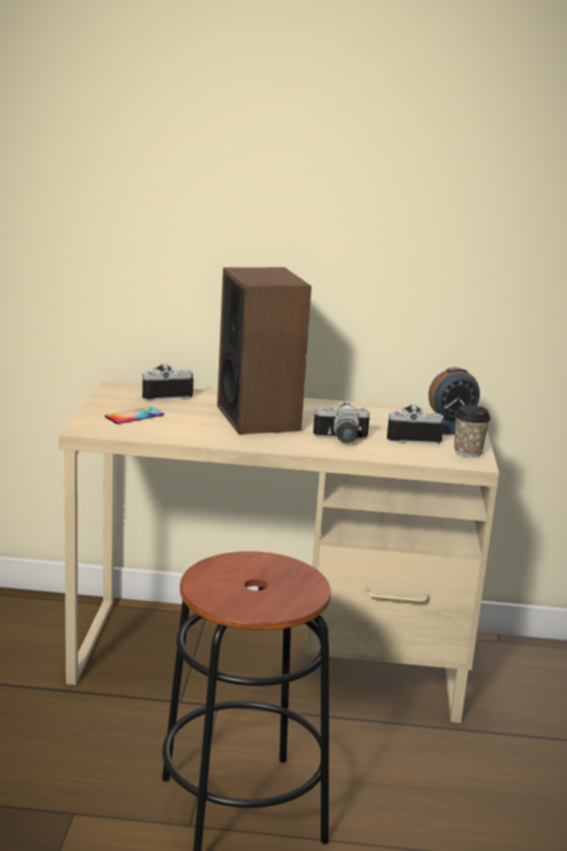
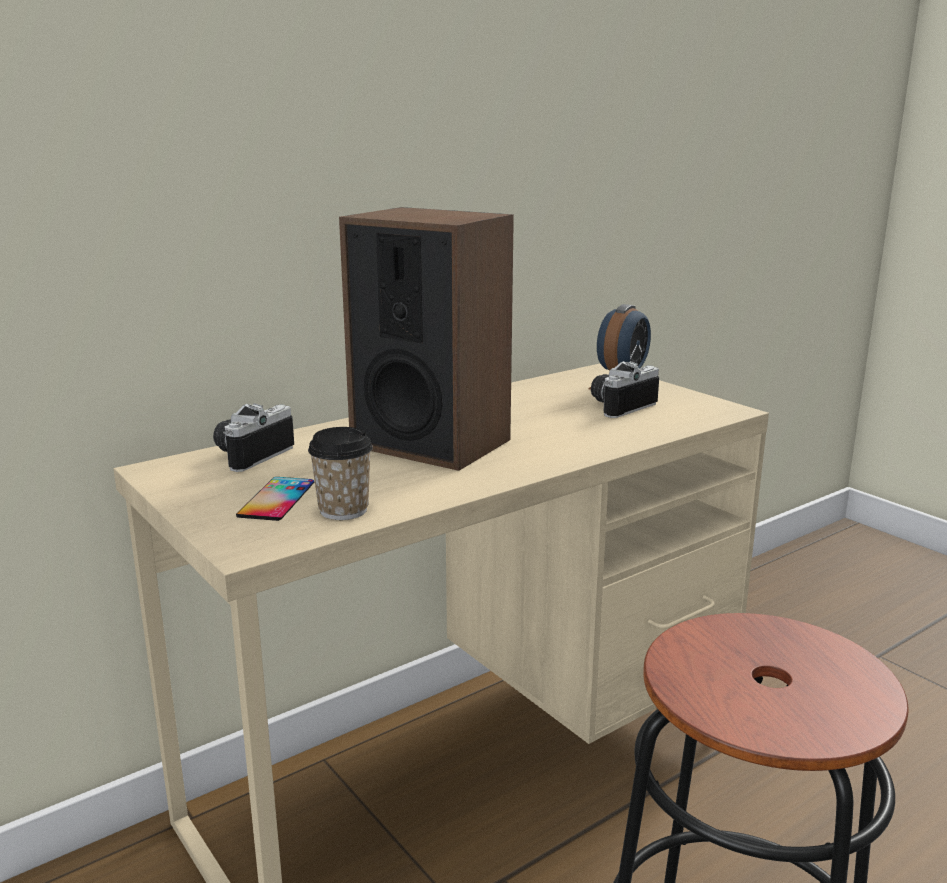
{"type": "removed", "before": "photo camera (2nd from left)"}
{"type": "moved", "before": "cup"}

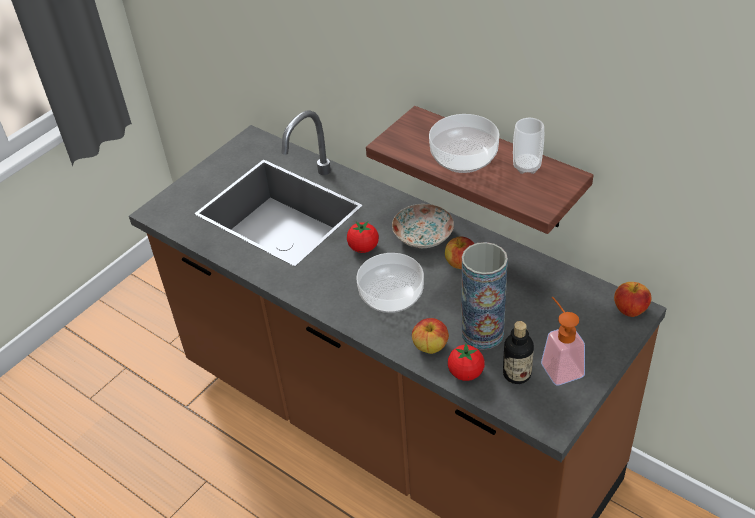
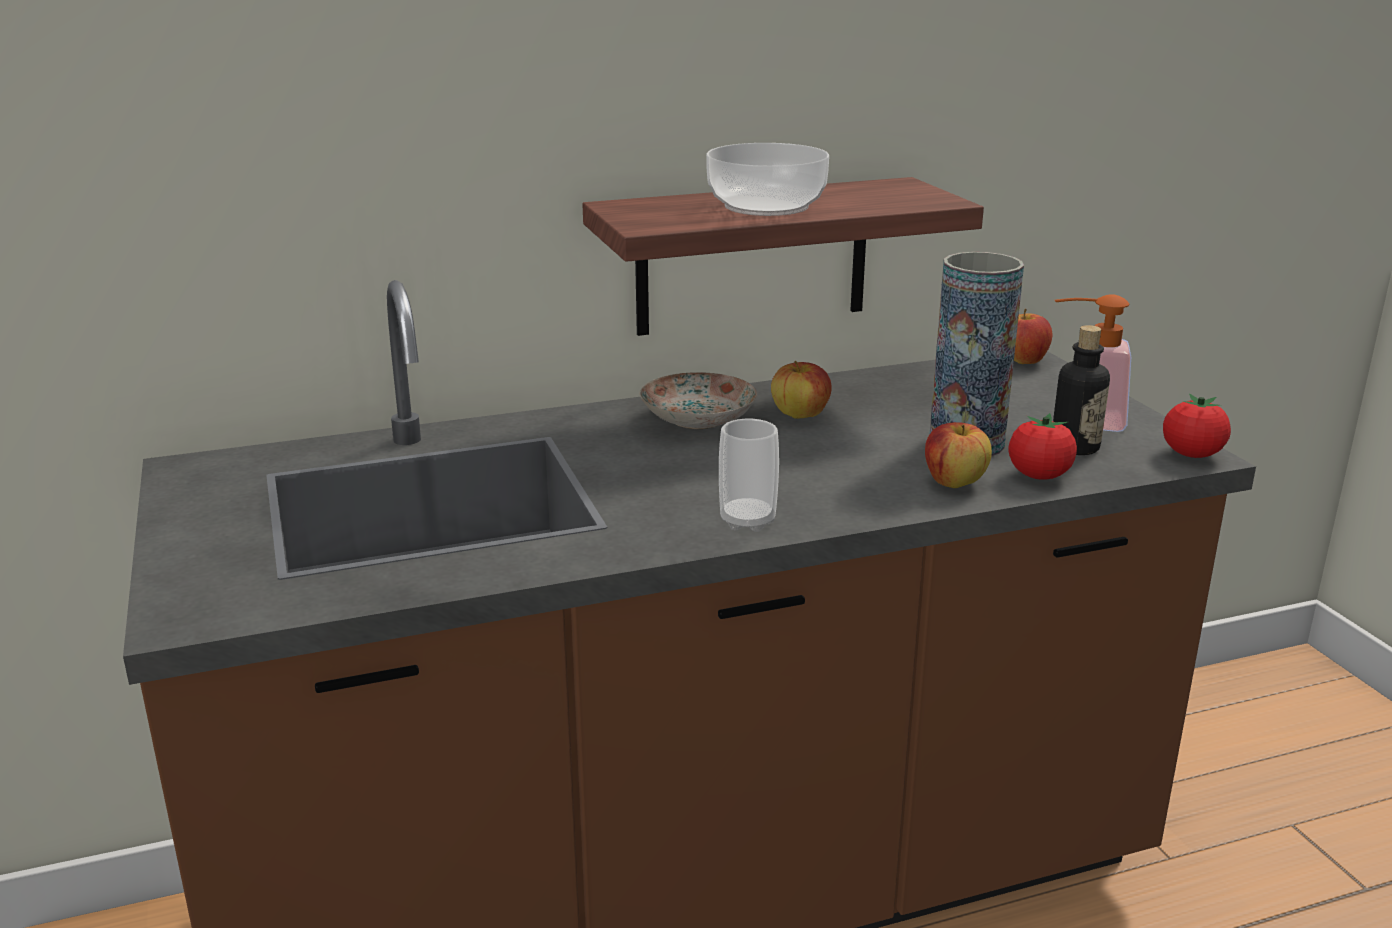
{"type": "moved", "before": "cup"}
{"type": "moved", "before": "tomato (1st from left in the first image)", "after": "tomato (2nd from left)"}
{"type": "removed", "before": "bowl (1st from left)"}

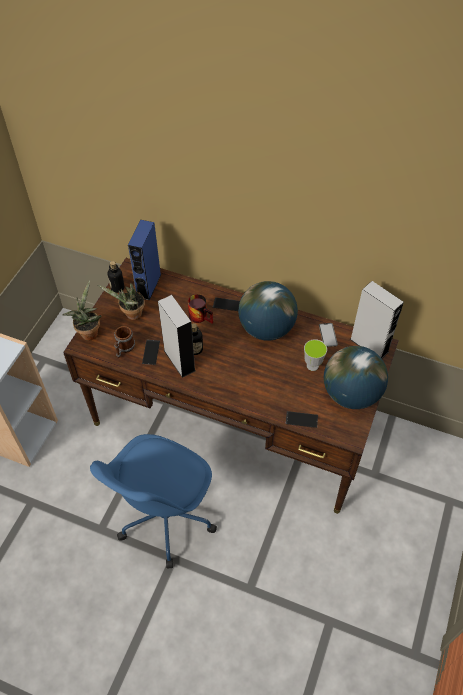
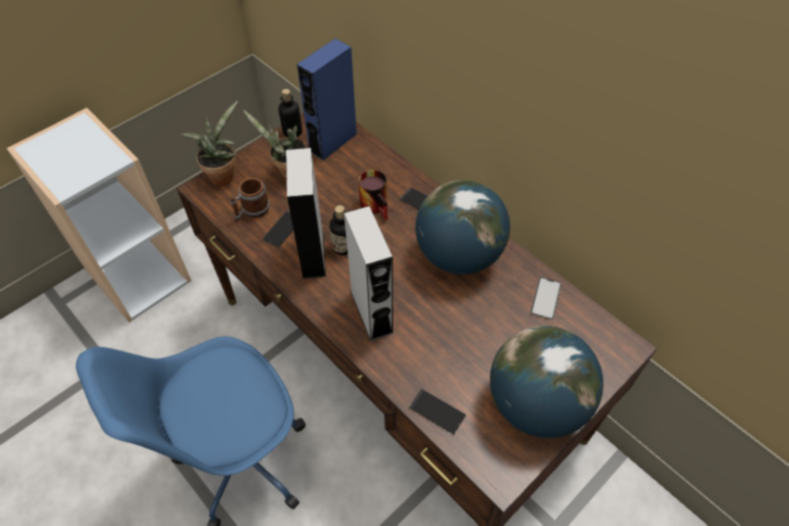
{"type": "moved", "before": "speaker (grey) (2nd from left)"}
{"type": "removed", "before": "cup"}

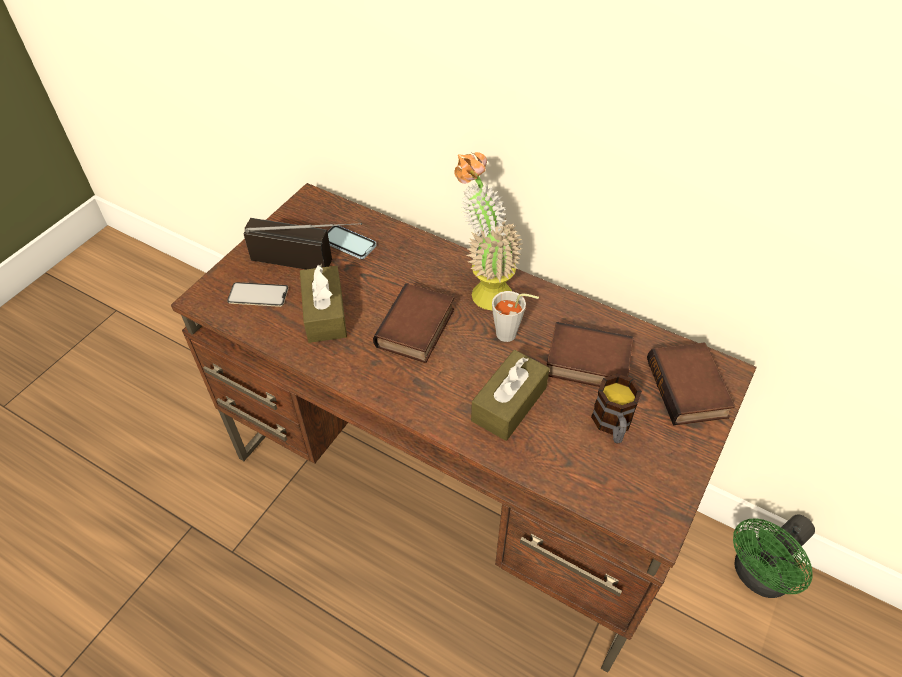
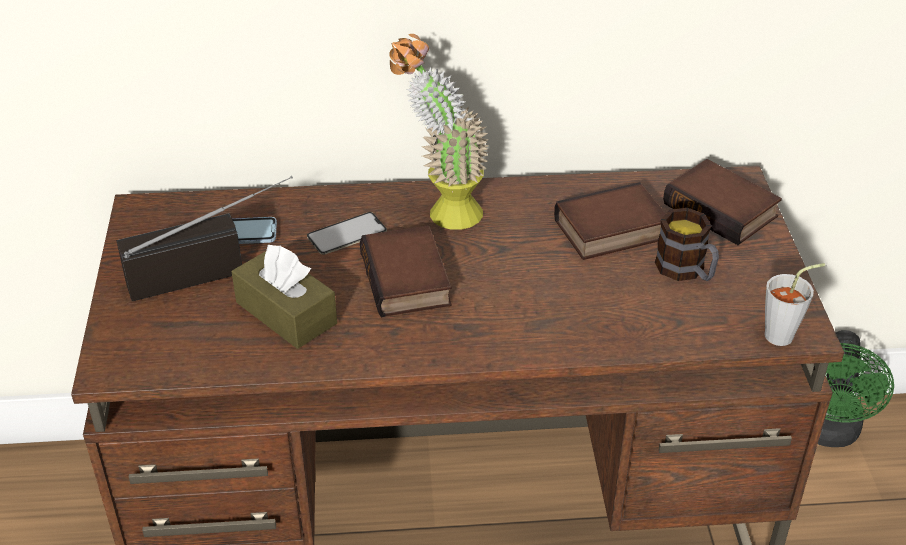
{"type": "moved", "before": "phone (1st from left in the first image)", "after": "phone (2nd from left)"}
{"type": "moved", "before": "cup (grey)"}
{"type": "removed", "before": "tissue box (brown) (2nd from left)"}

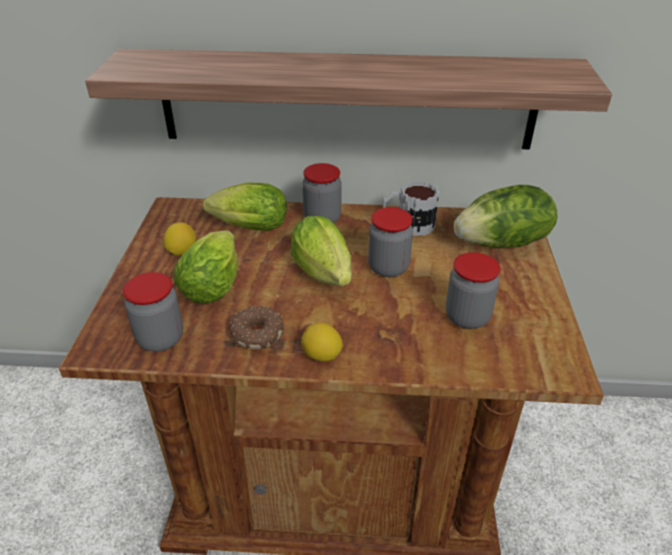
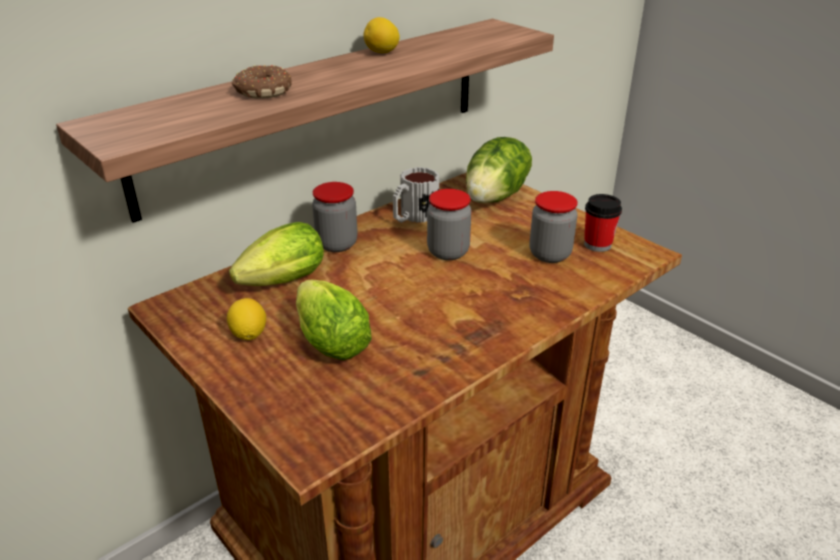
{"type": "removed", "before": "lettuce (3rd from left)"}
{"type": "removed", "before": "jar (1st from left)"}
{"type": "moved", "before": "donut"}
{"type": "moved", "before": "lemon (2nd from left)"}
{"type": "added", "after": "cup"}

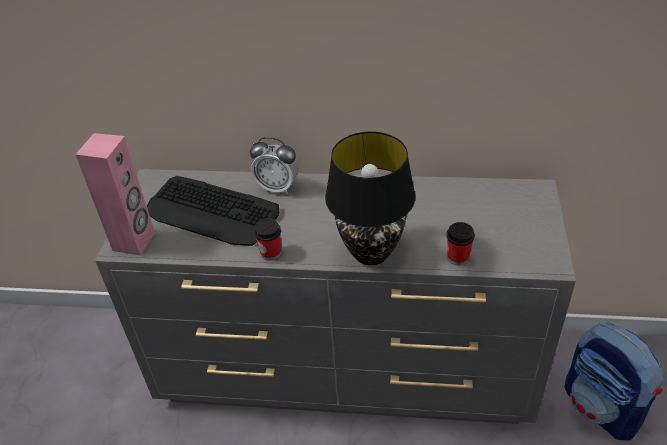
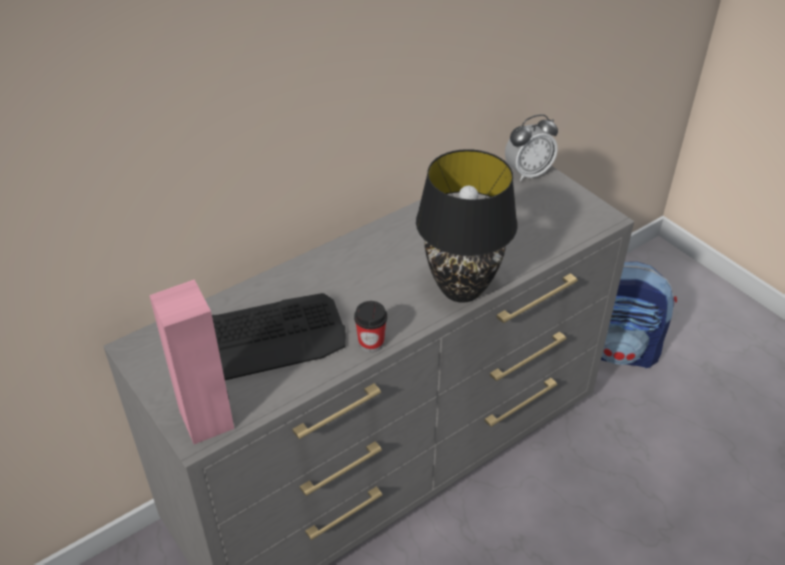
{"type": "moved", "before": "alarm clock"}
{"type": "removed", "before": "cup (2nd from left)"}

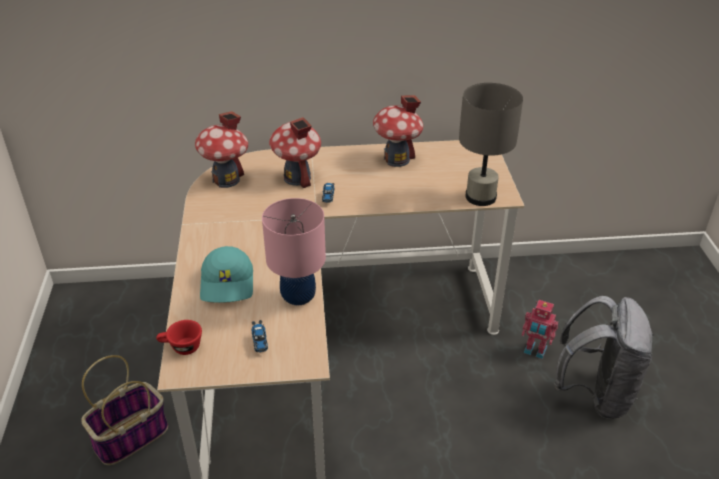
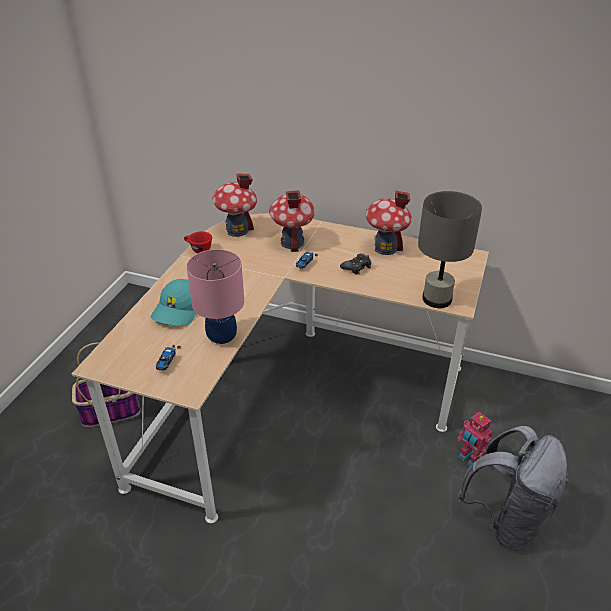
{"type": "moved", "before": "cup (red)"}
{"type": "added", "after": "game controller (black)"}

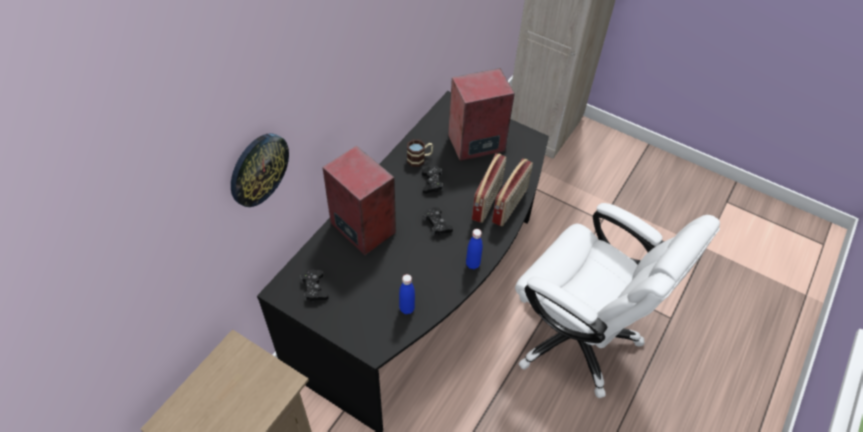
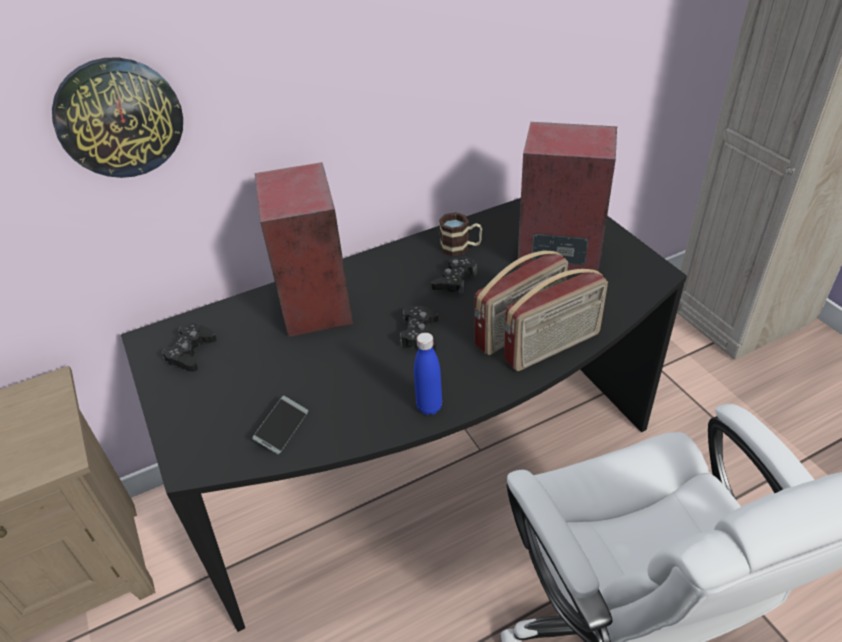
{"type": "replaced", "before": "bottle (blue) (1st from left)", "after": "phone"}

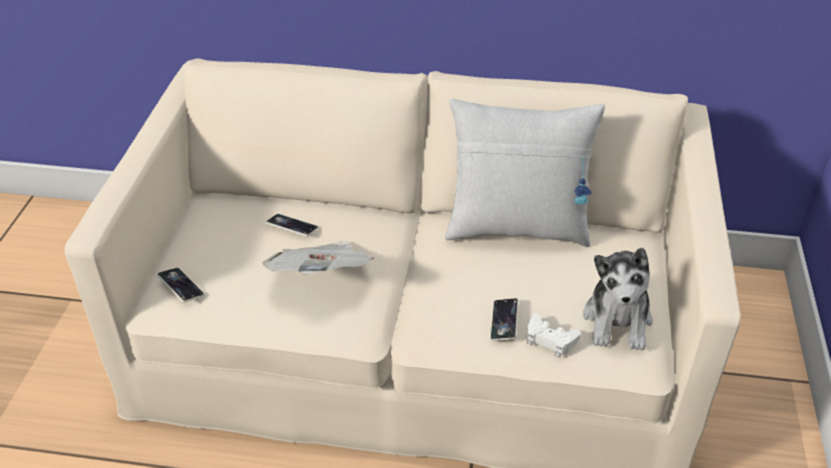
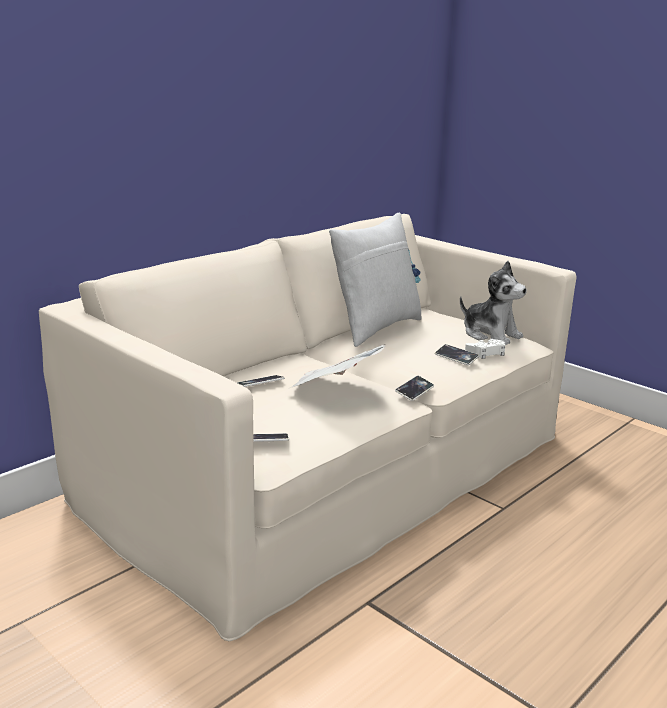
{"type": "added", "after": "phone (3rd from left)"}

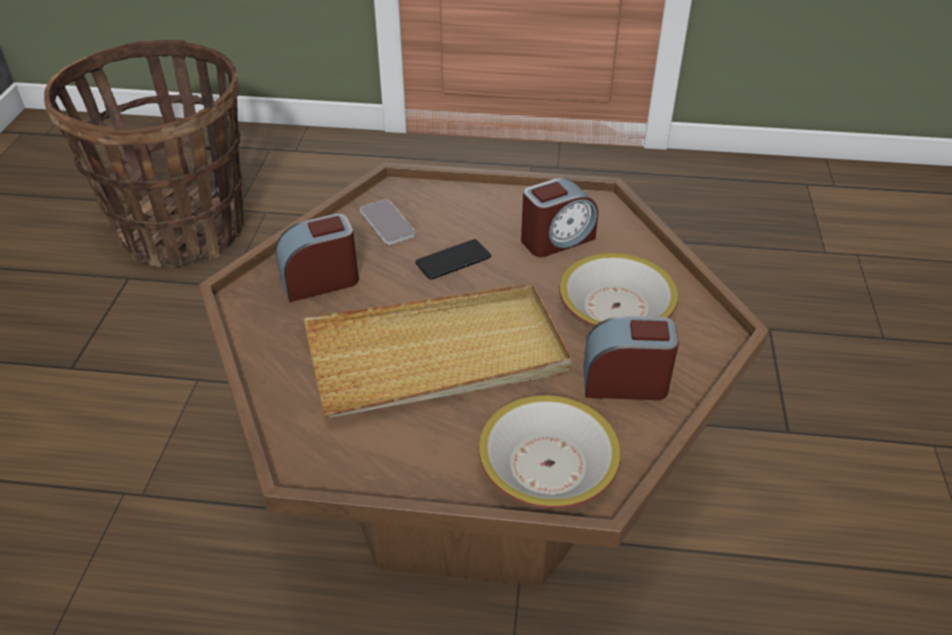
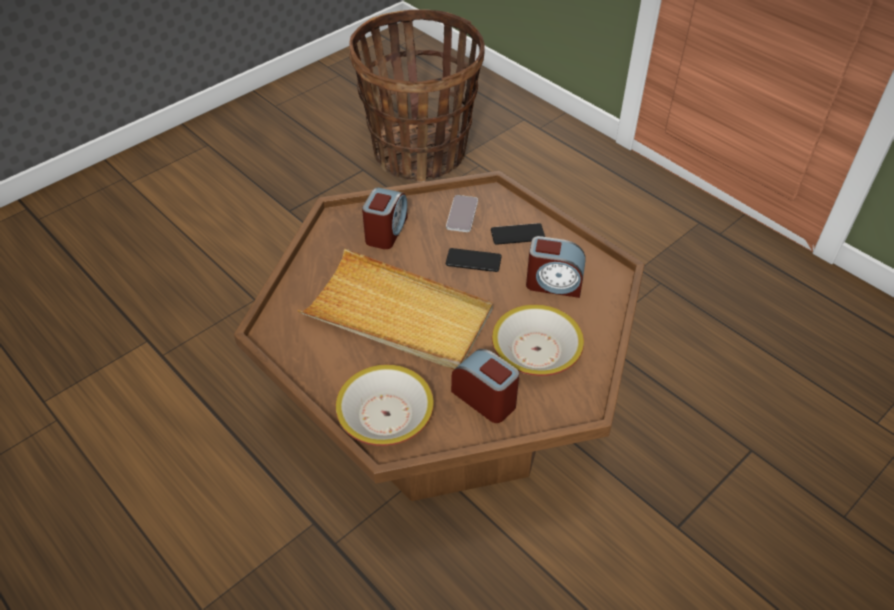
{"type": "turned", "before": "alarm clock (1st from left)", "turn": 90}
{"type": "added", "after": "phone (3rd from left)"}

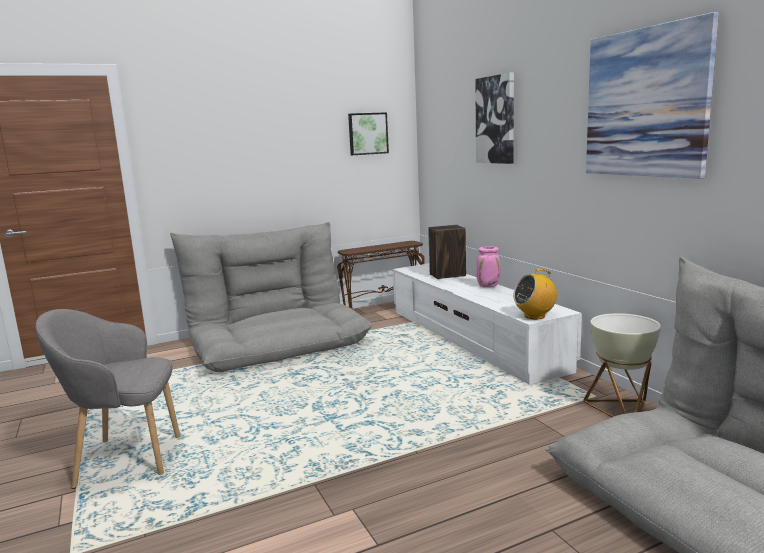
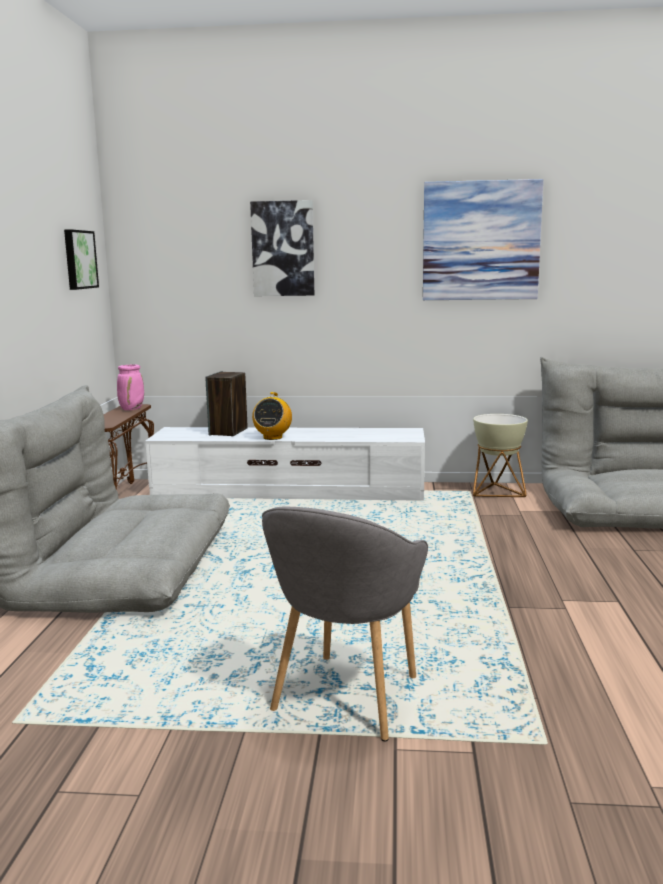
{"type": "moved", "before": "vase (pink)"}
{"type": "moved", "before": "radio"}

